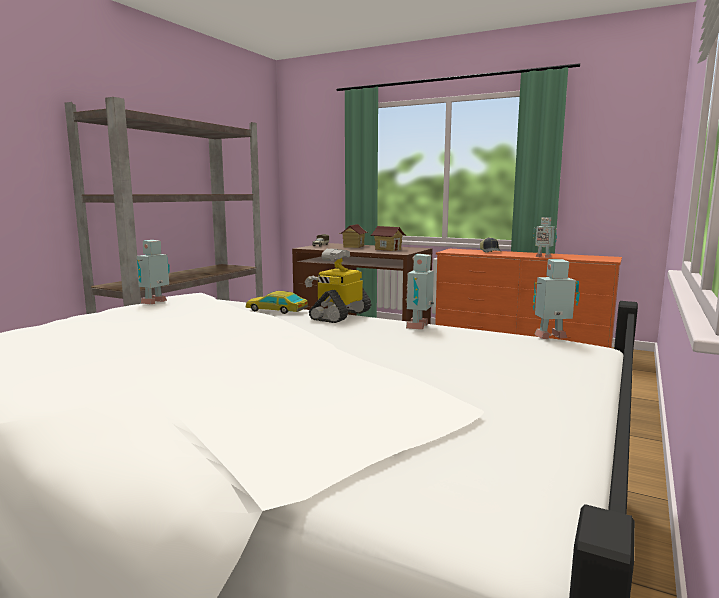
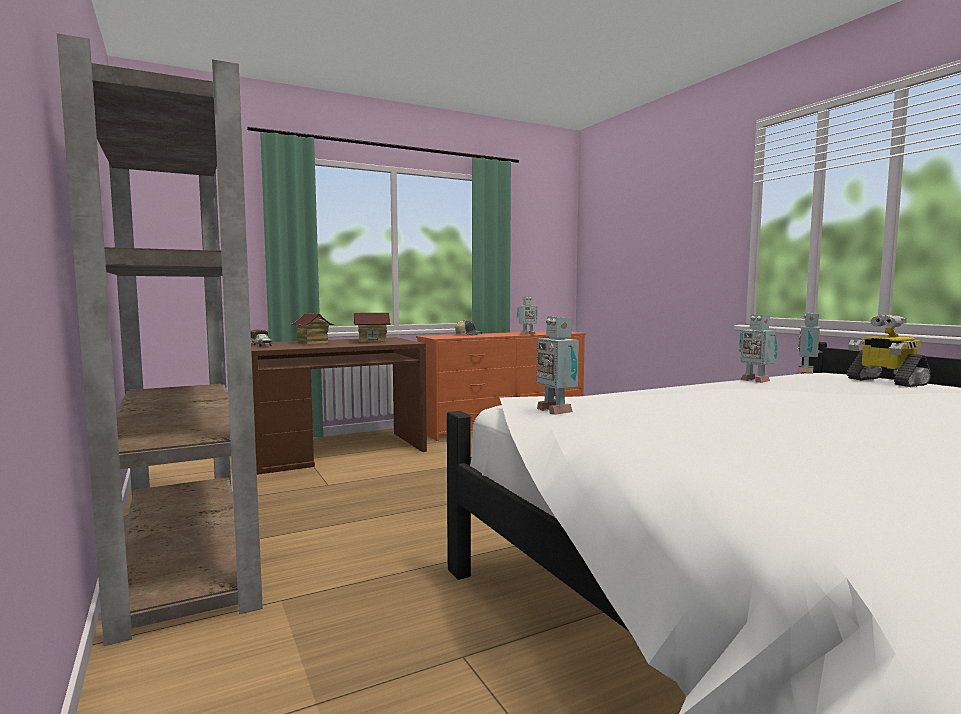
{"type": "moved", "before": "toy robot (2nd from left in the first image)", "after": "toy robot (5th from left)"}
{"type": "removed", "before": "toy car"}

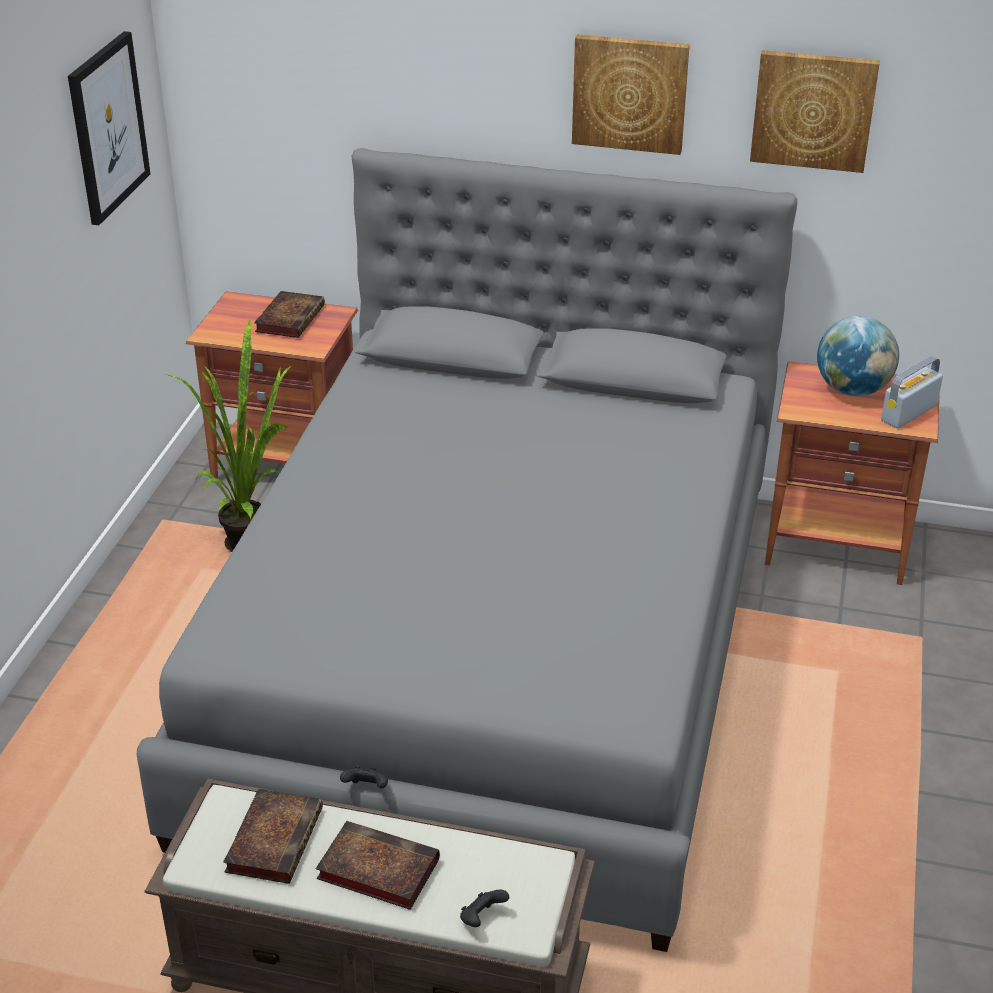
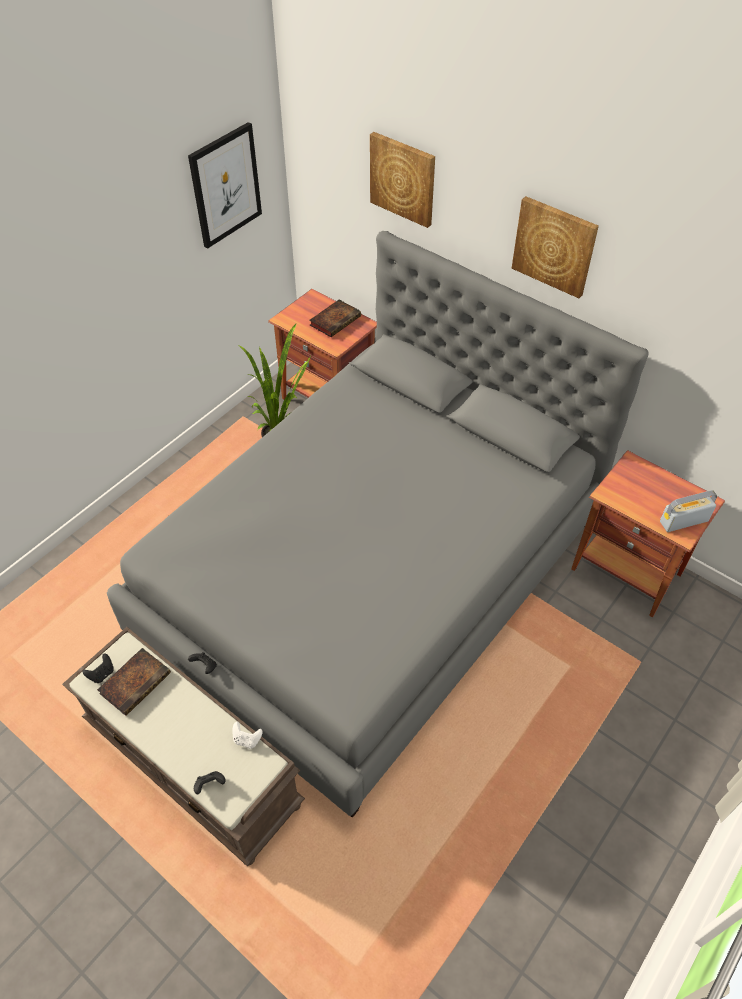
{"type": "moved", "before": "picture (3rd from left in the first image)", "after": "picture (2nd from left)"}
{"type": "removed", "before": "globe"}
{"type": "removed", "before": "book (3rd from left)"}
{"type": "added", "after": "game controller (black) (1st from left)"}
{"type": "added", "after": "game controller (white)"}

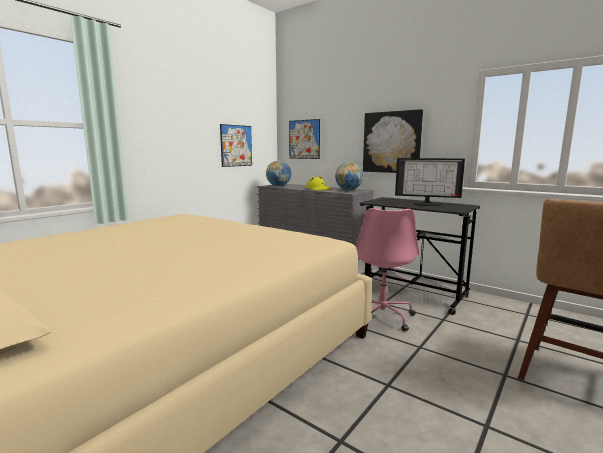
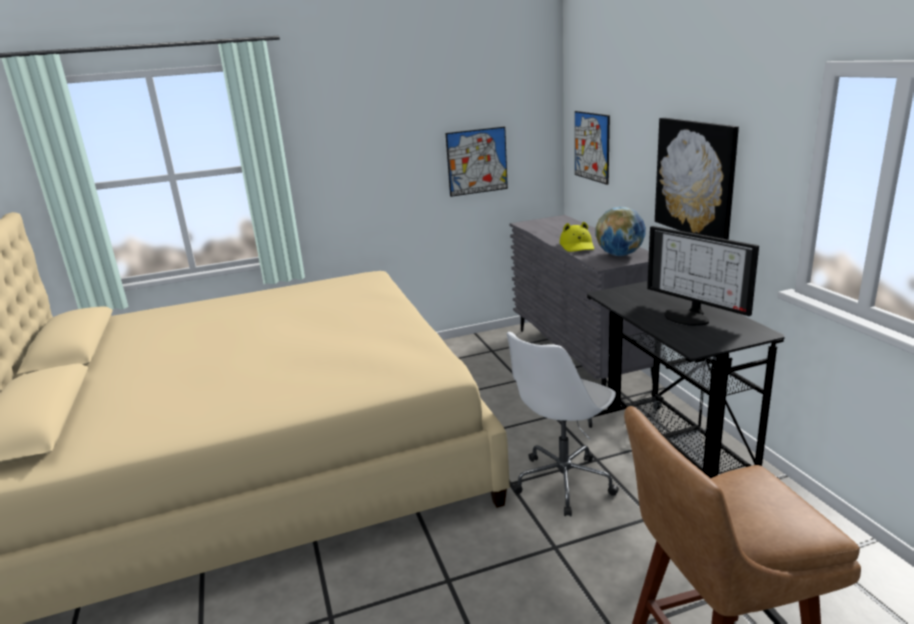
{"type": "removed", "before": "globe (1st from left)"}
{"type": "recoloured", "before": "office chair (pink)", "after": "office chair (white)"}

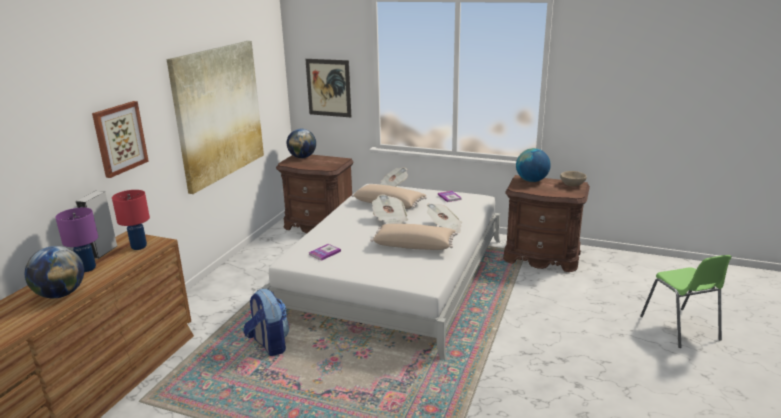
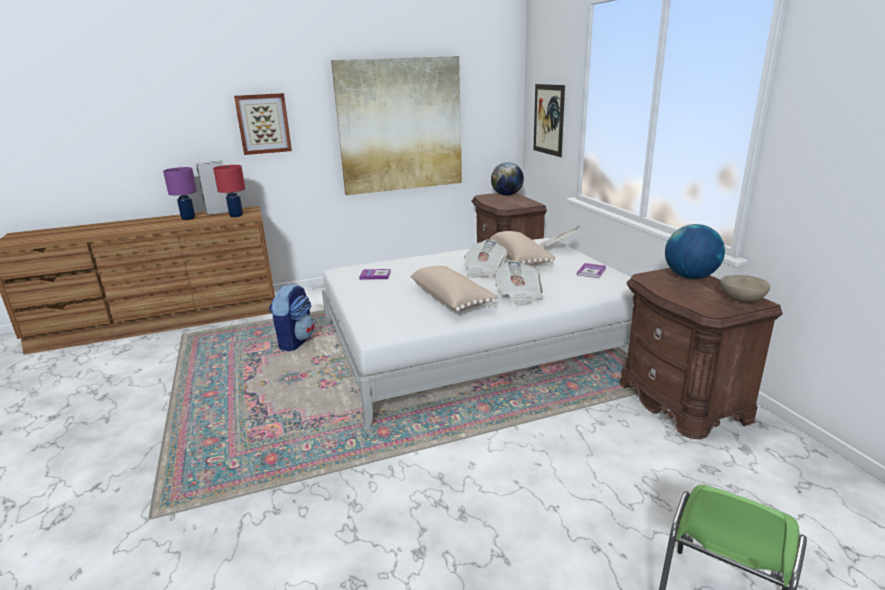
{"type": "removed", "before": "globe (1st from left)"}

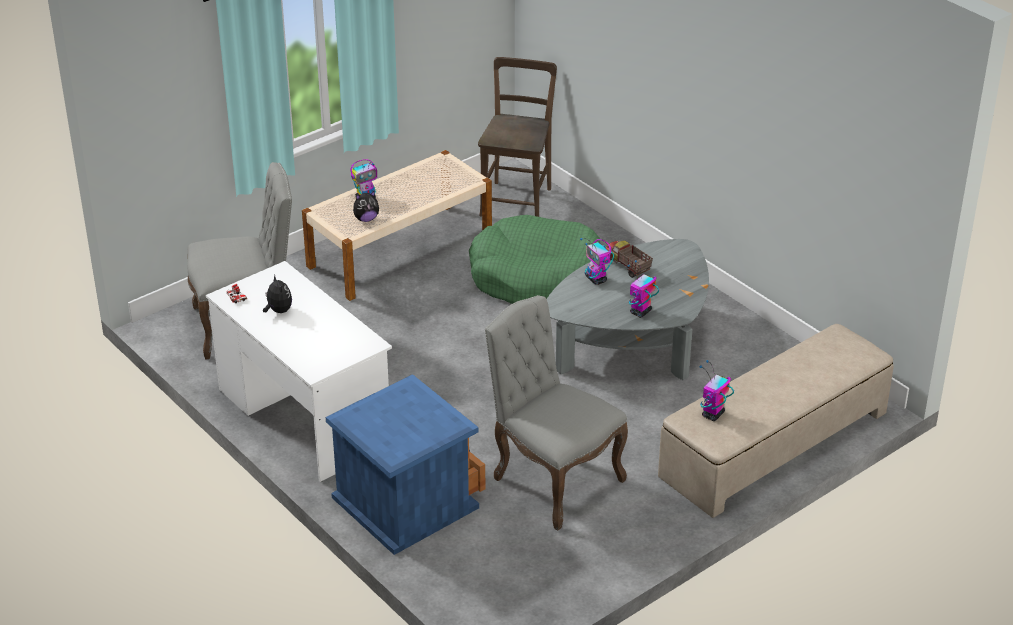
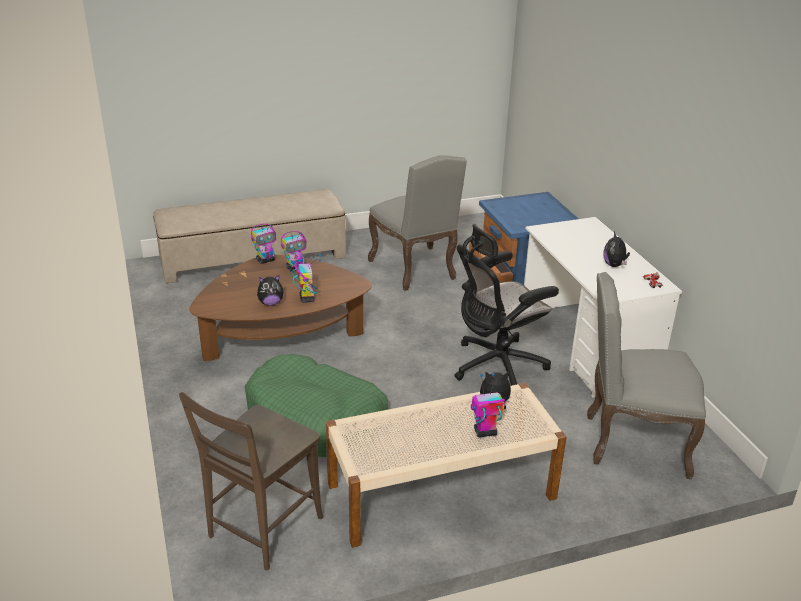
{"type": "recoloured", "before": "coffee table (grey)", "after": "coffee table (brown)"}
{"type": "replaced", "before": "toy truck", "after": "plush toy (1st from left)"}
{"type": "moved", "before": "toy robot (4th from left in the first image)", "after": "toy robot (1st from left)"}
{"type": "added", "after": "office chair"}

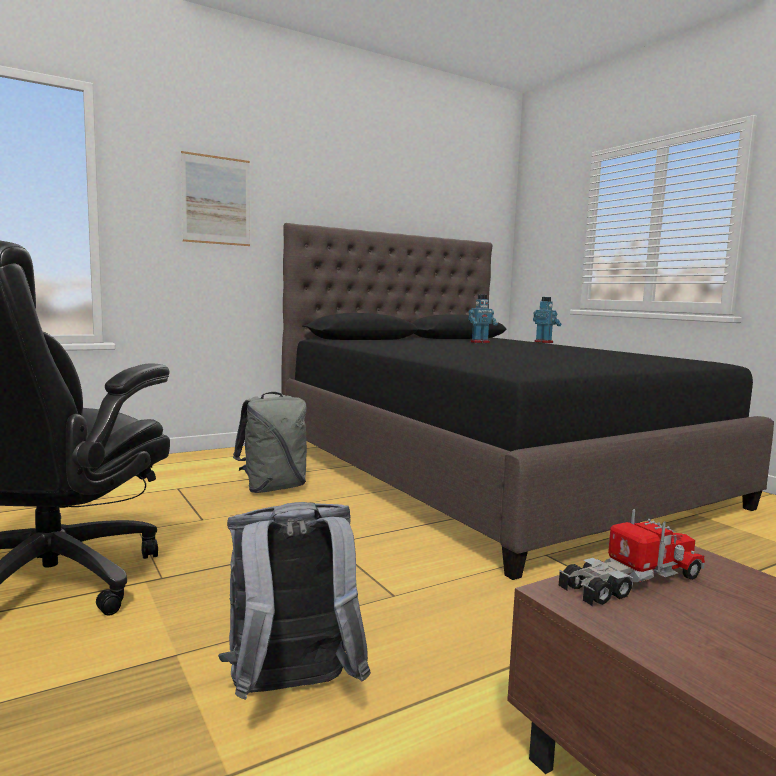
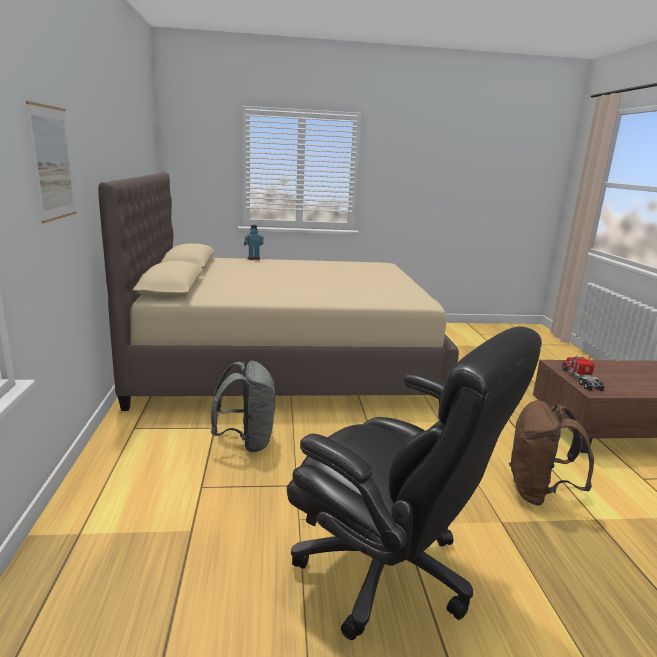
{"type": "recoloured", "before": "bed (black)", "after": "bed (beige)"}
{"type": "removed", "before": "toy robot (1st from left)"}
{"type": "recoloured", "before": "backpack (grey) (2nd from left)", "after": "backpack (brown)"}

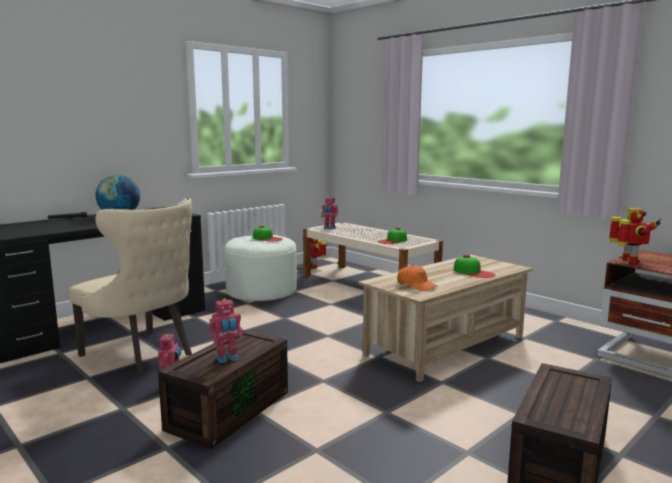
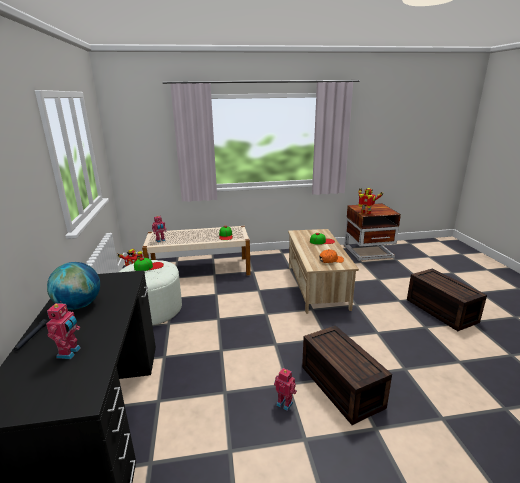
{"type": "removed", "before": "chair (beige)"}
{"type": "moved", "before": "toy robot (2nd from left in the first image)", "after": "toy robot (1st from left)"}

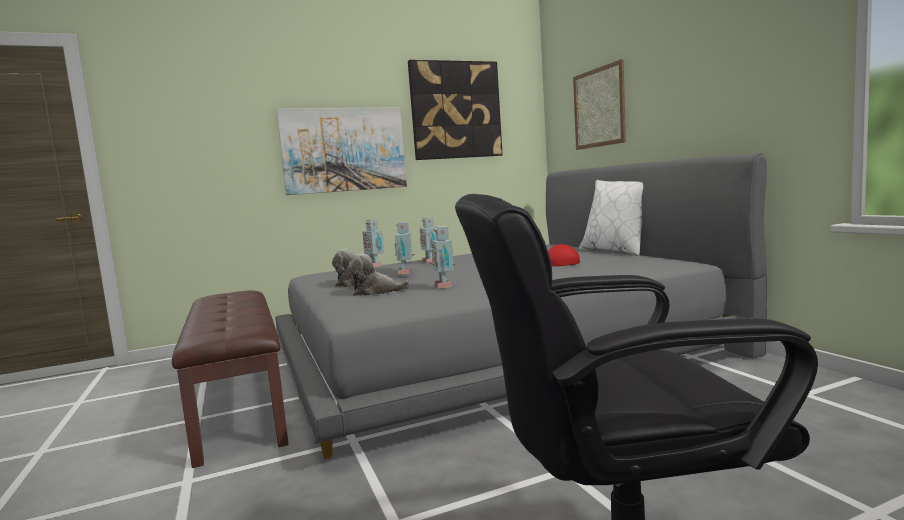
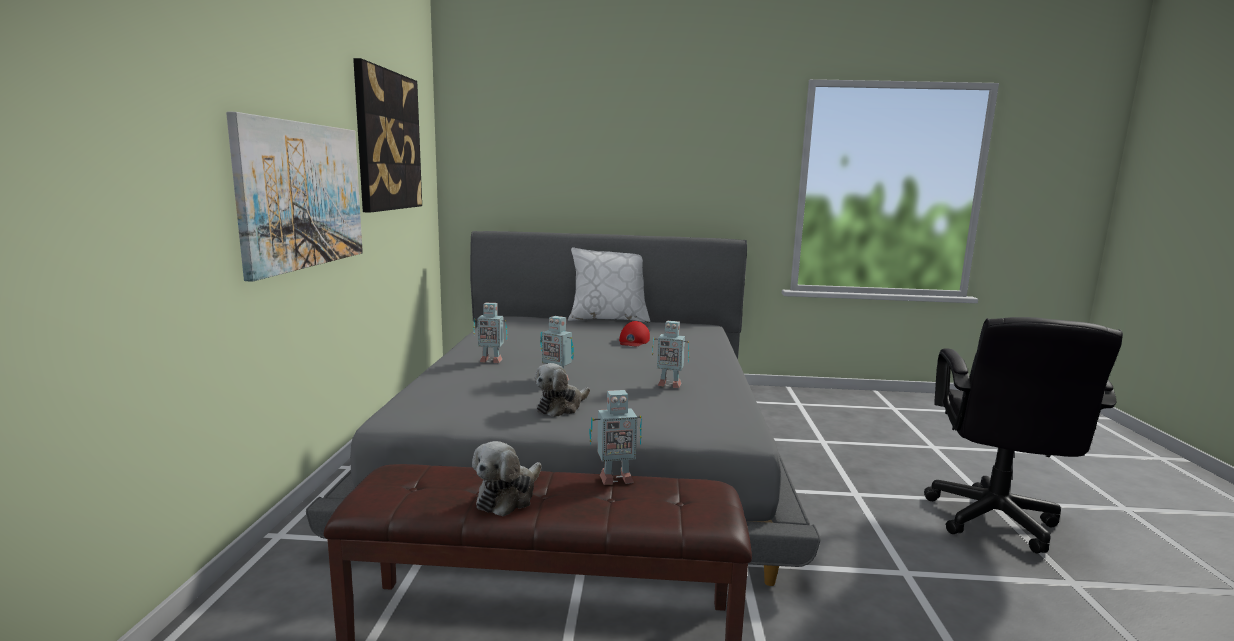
{"type": "removed", "before": "picture (3rd from left)"}
{"type": "moved", "before": "toy robot (1st from left in the first image)", "after": "toy robot (3rd from left)"}
{"type": "moved", "before": "plush toy (2nd from left in the first image)", "after": "plush toy (1st from left)"}

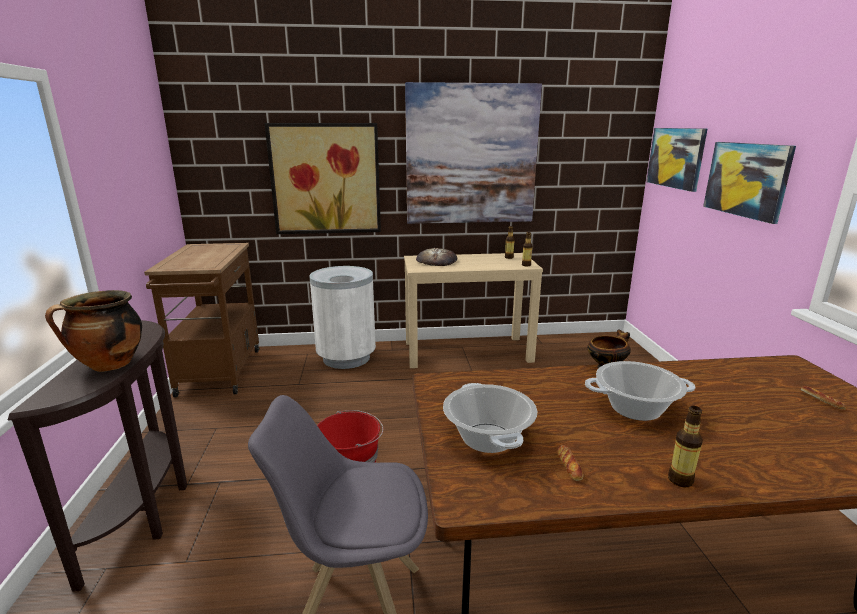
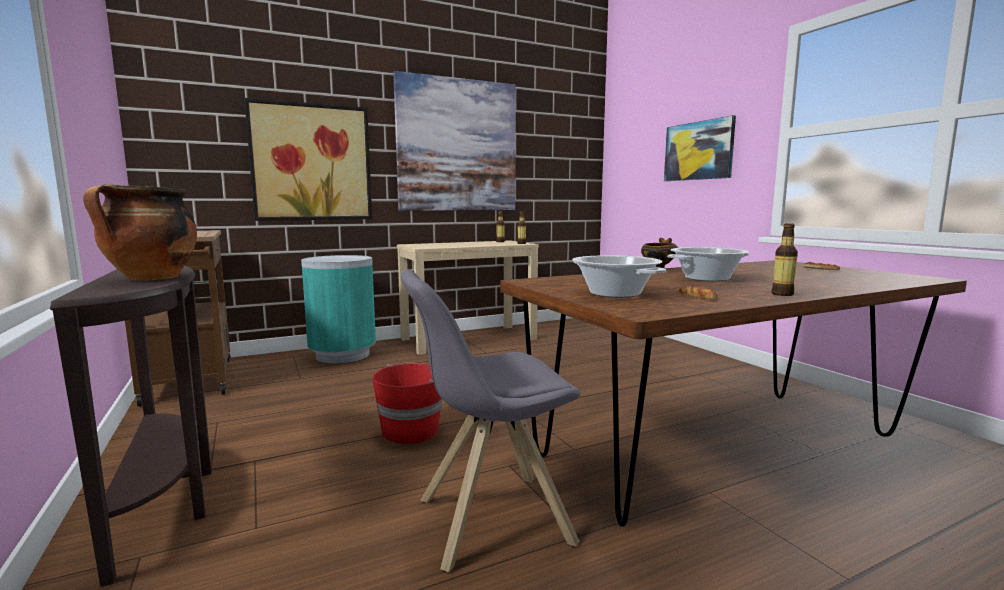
{"type": "removed", "before": "picture (3rd from left)"}
{"type": "removed", "before": "bread (1st from left)"}
{"type": "recoloured", "before": "trash can (white)", "after": "trash can (turquoise)"}

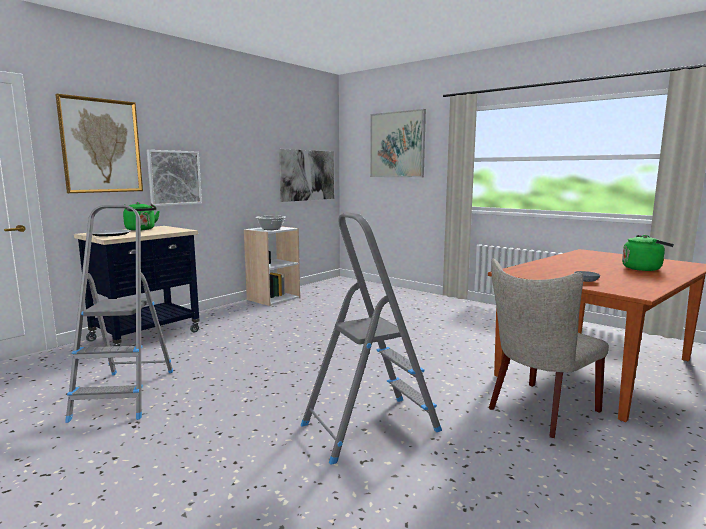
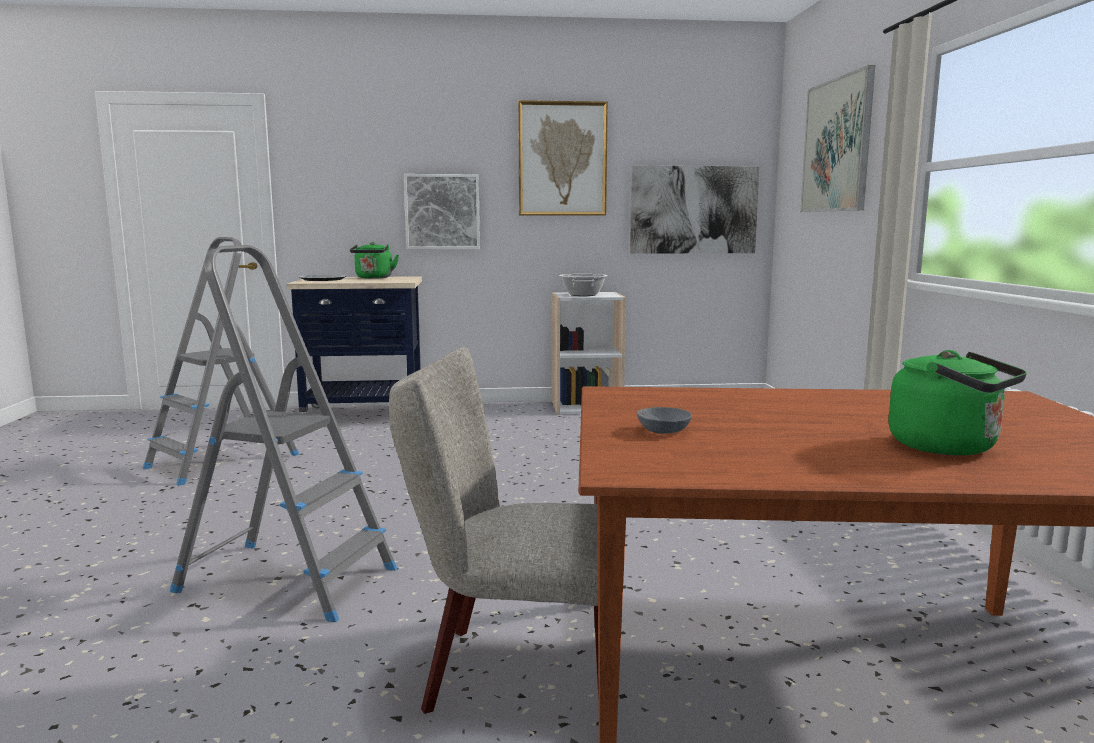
{"type": "moved", "before": "picture (1st from left in the first image)", "after": "picture (2nd from left)"}

